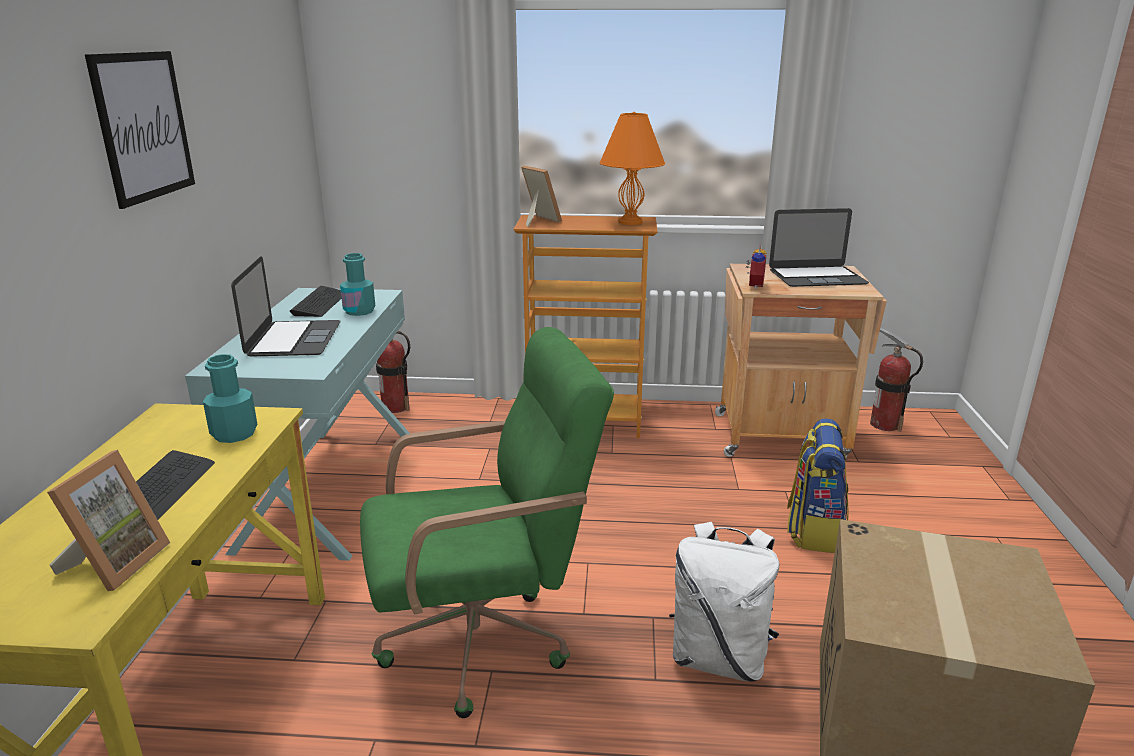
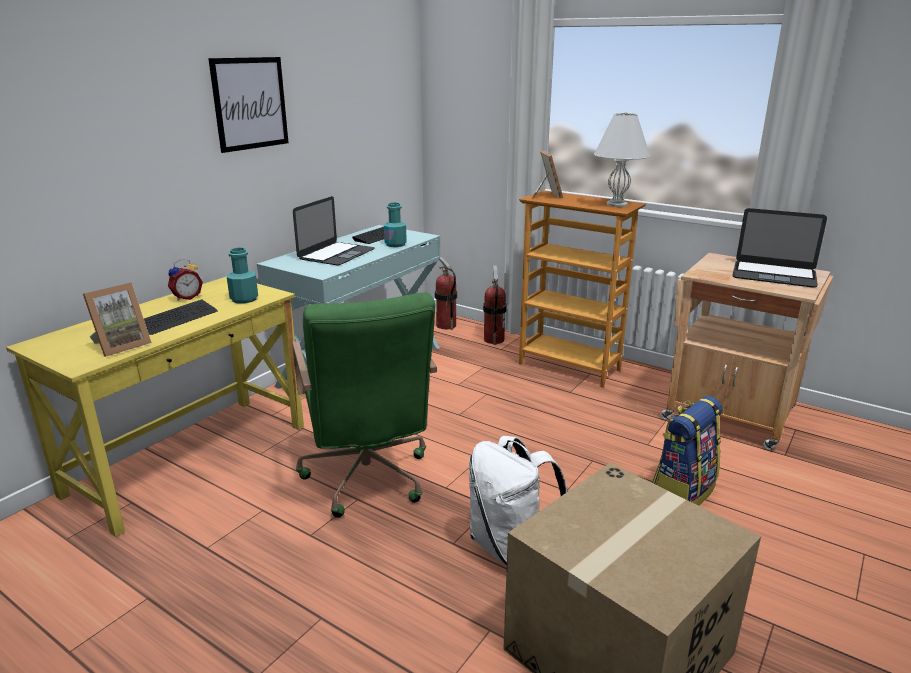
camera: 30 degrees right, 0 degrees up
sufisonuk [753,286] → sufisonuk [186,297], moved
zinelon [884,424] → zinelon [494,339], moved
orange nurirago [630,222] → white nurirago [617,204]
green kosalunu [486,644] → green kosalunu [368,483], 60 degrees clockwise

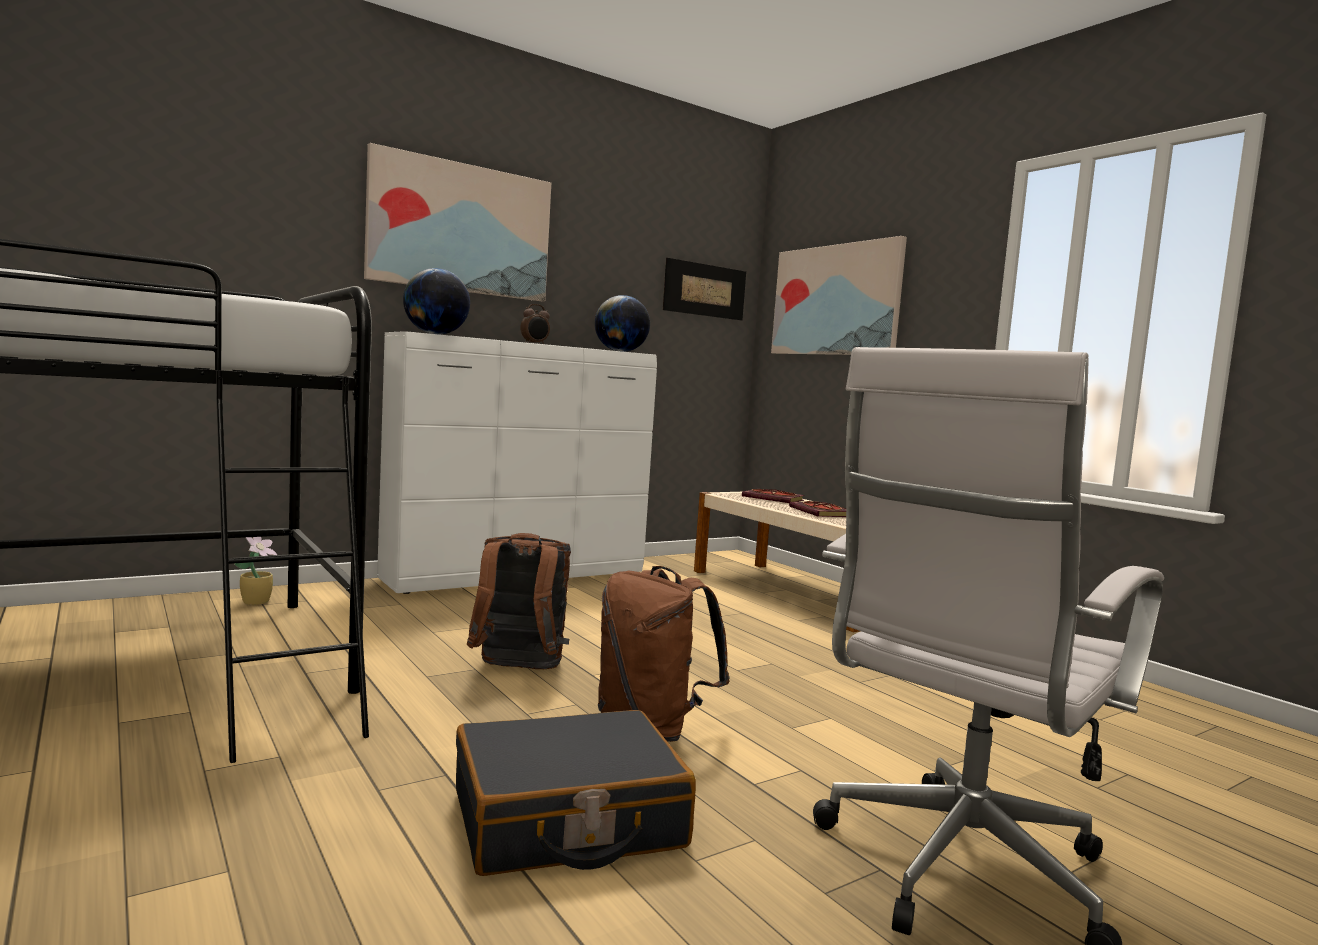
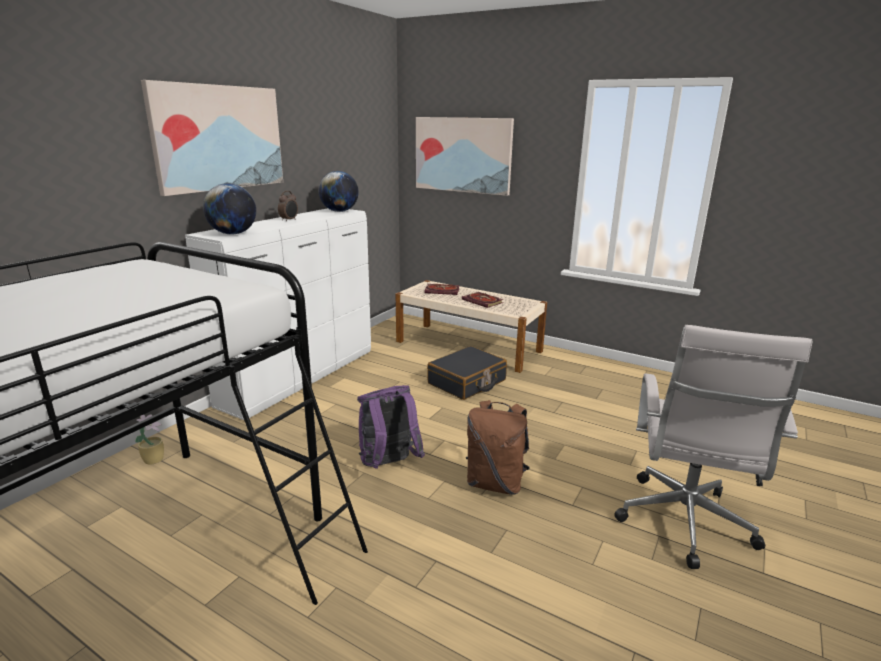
camera: 25 degrees left, 15 degrees up
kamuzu [704,290] → -
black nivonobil [567,820] → black nivonobil [467,382], moved
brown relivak [518,670] → purple relivak [388,465]

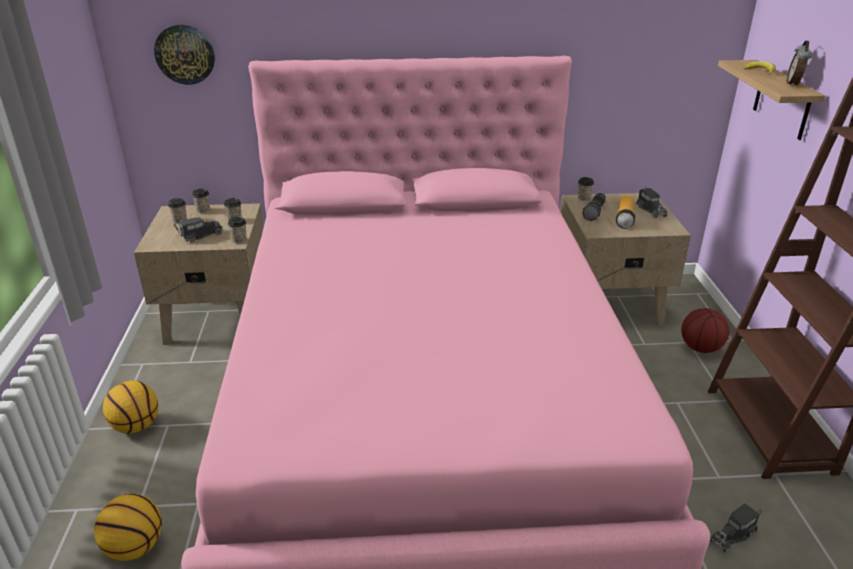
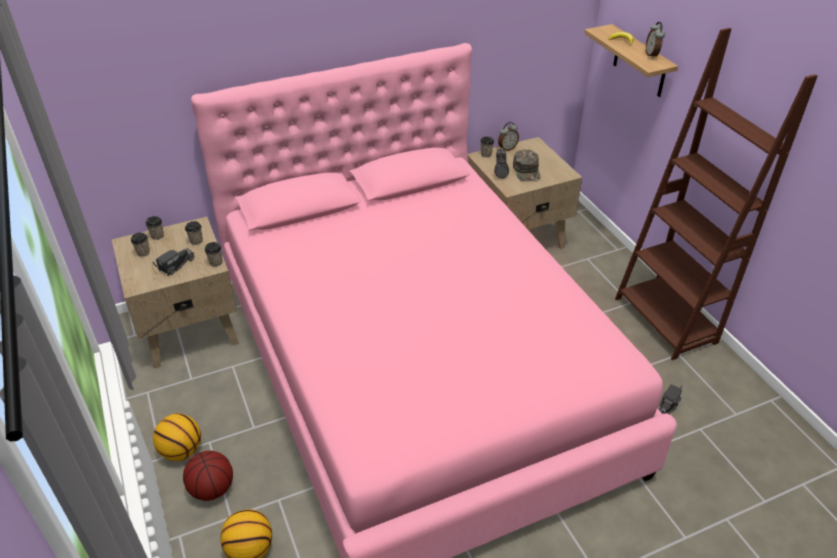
camera: 20 degrees left, 10 degrees up
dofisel [185,54] → -
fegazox [650,210] → -
- → sufisonuk [507,148]
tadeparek [700,348] → tadeparek [212,489], moved
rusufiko [624,219] → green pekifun [527,170]

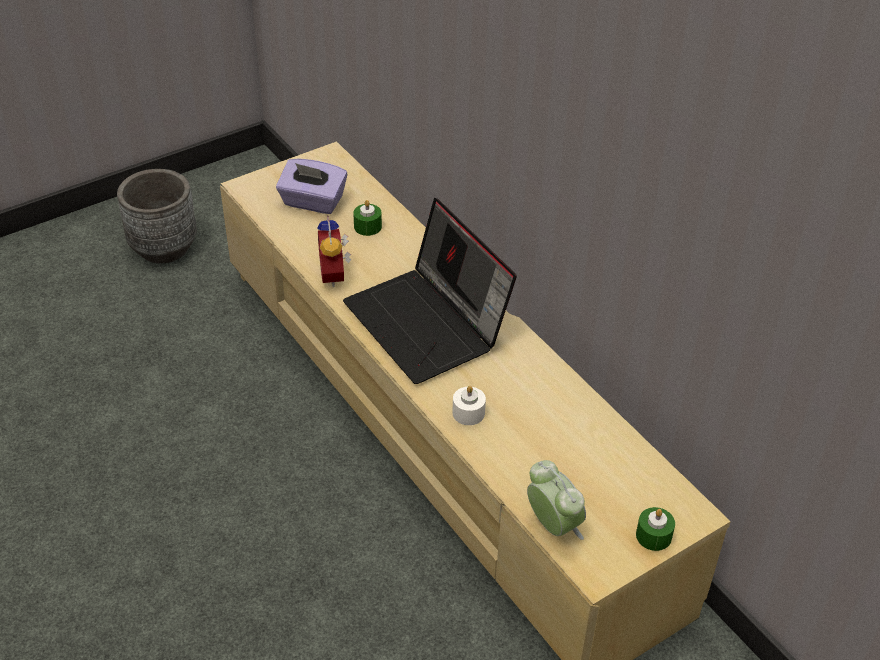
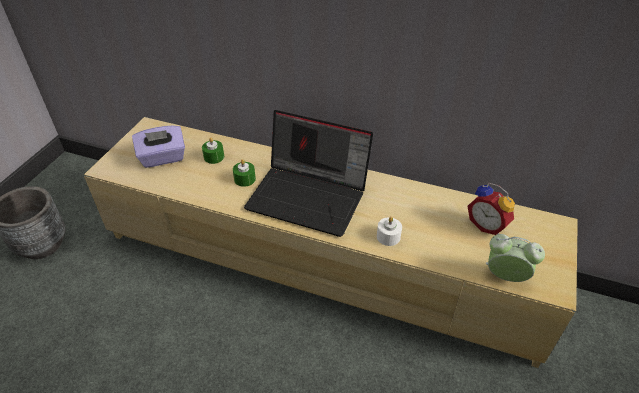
camera: 35 degrees left, 0 degrees up
sufisonuk [336,275] → sufisonuk [487,225], moved
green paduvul [653,536] → green paduvul [245,179], moved

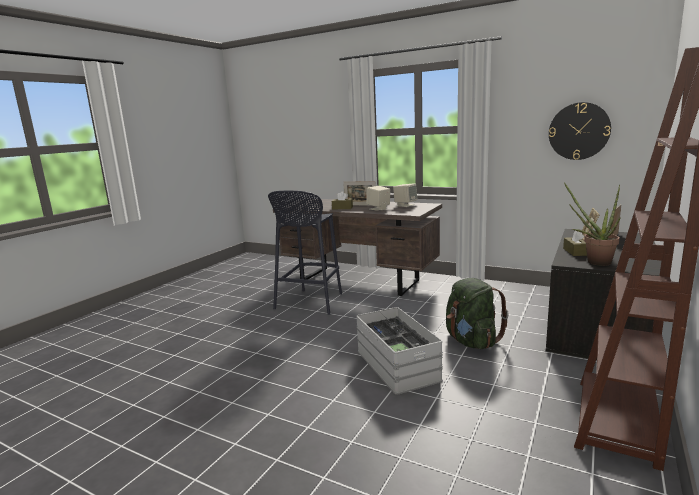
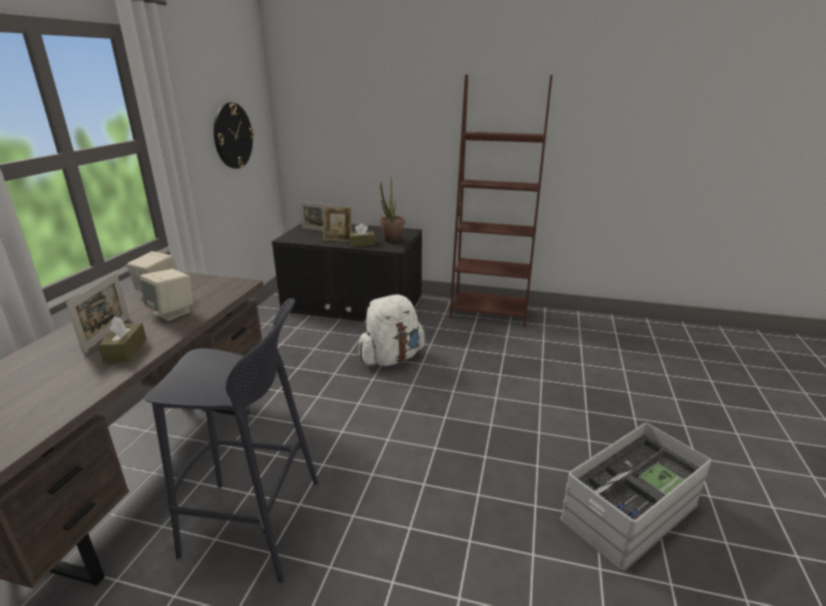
camera: 105 degrees left, 10 degrees up
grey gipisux [396,365] → grey gipisux [630,512], moved
green relivak [471,341] → white relivak [391,358]

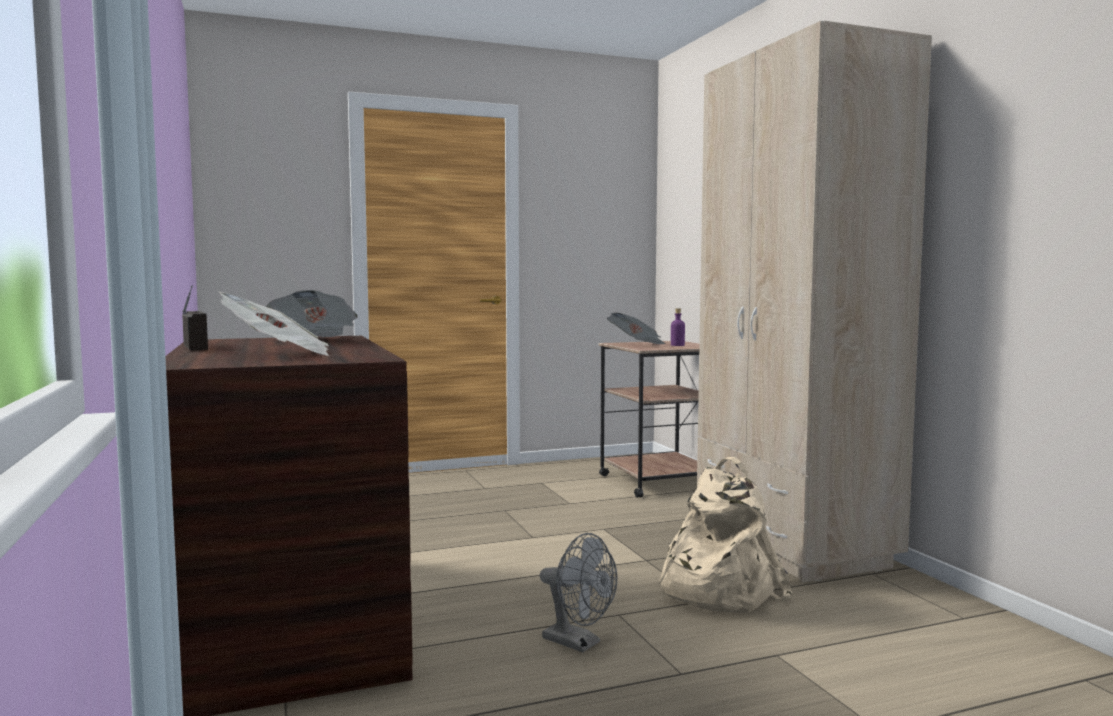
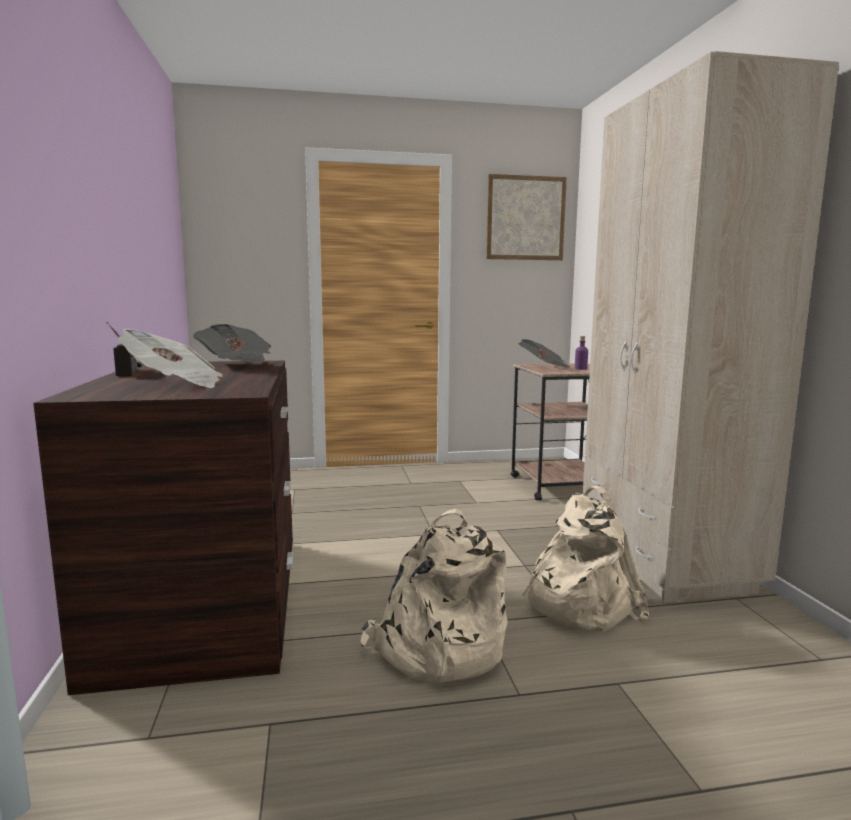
camera: 10 degrees right, 5 degrees up
- → kamuzu [525,217]
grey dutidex [579,643] → beige relivak [436,649]

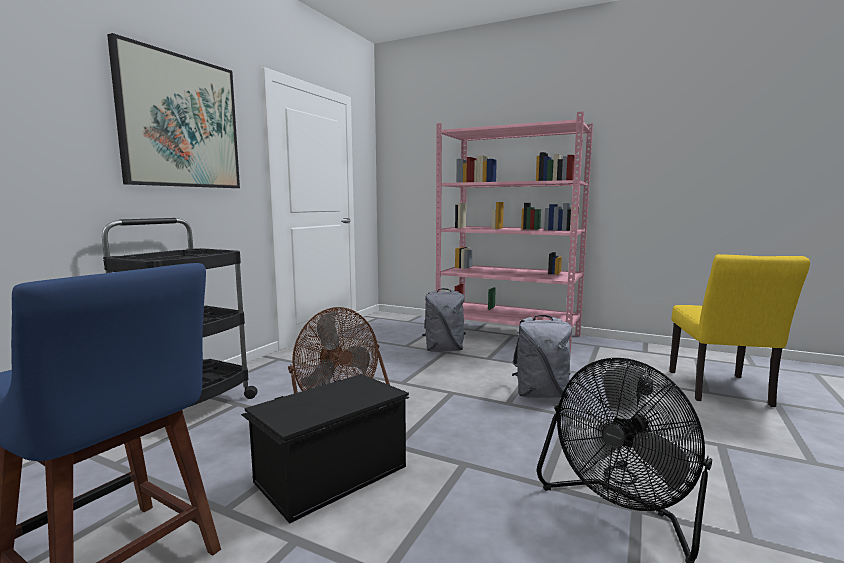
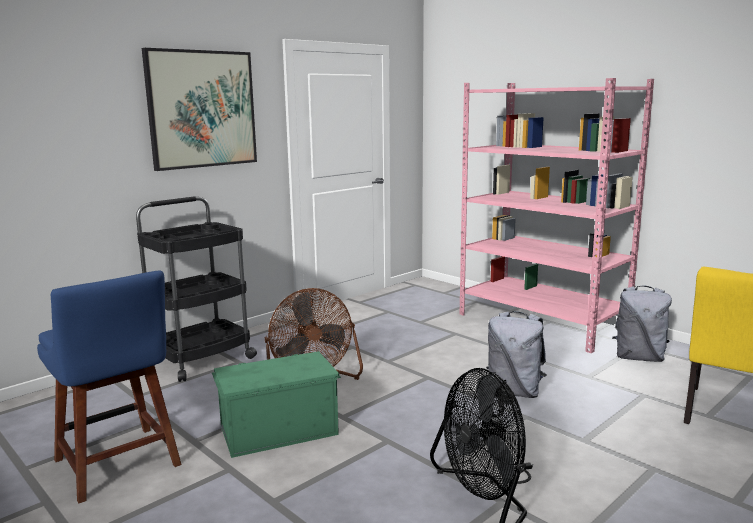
camera: 20 degrees right, 5 degrees up
grey relivak [444,349] → grey relivak [639,357], moved
black gipisux [329,473] → green gipisux [277,429]

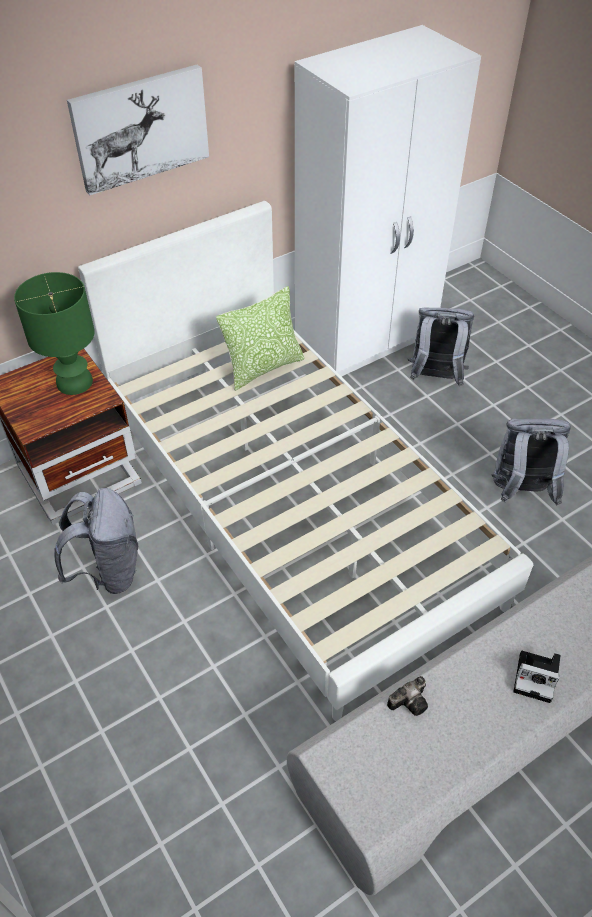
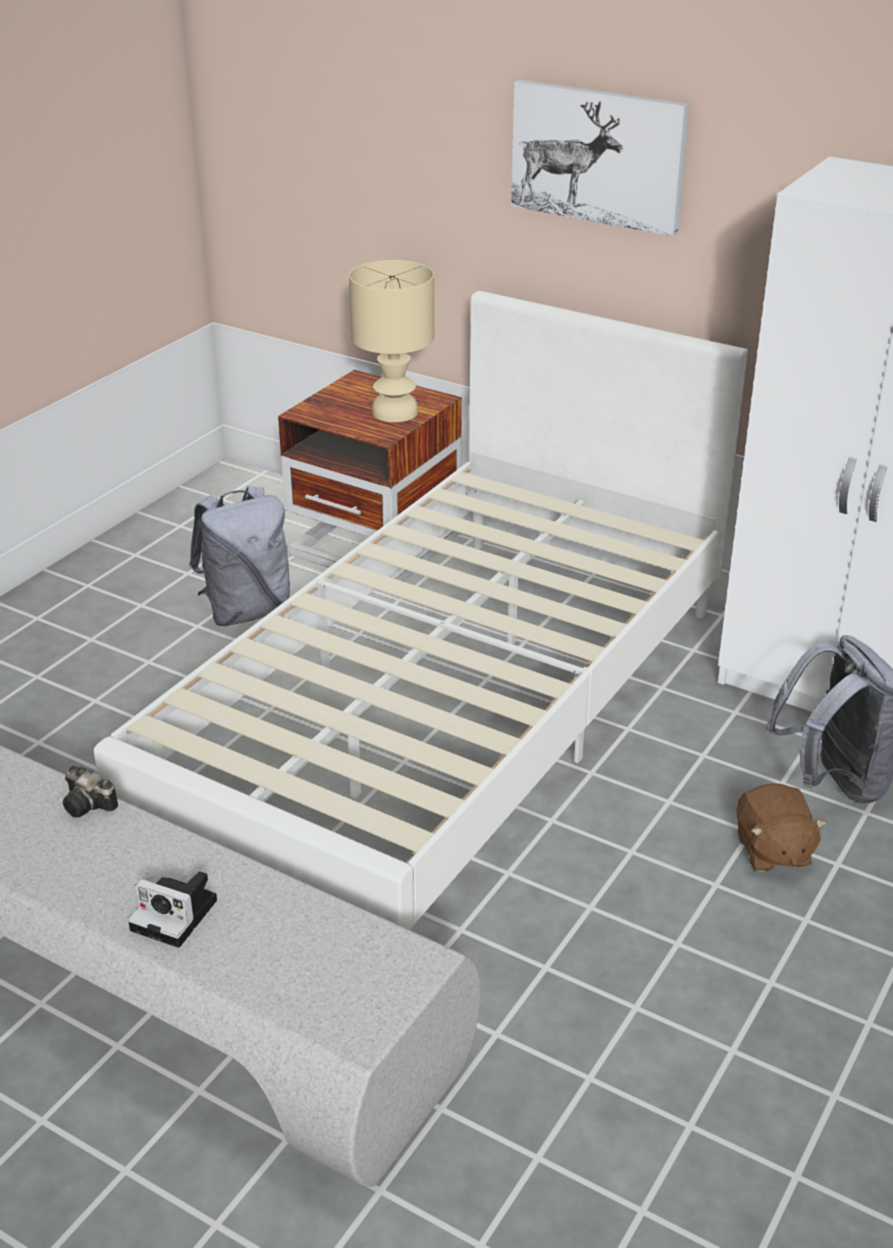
camera: 65 degrees right, 15 degrees down
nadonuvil [263,368] → -
grey relivak [520,491] → -
- → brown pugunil [772,851]
green nurirago [73,383] → beige nurirago [393,412]
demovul [537,677] → demovul [177,915], 60 degrees counterclockwise

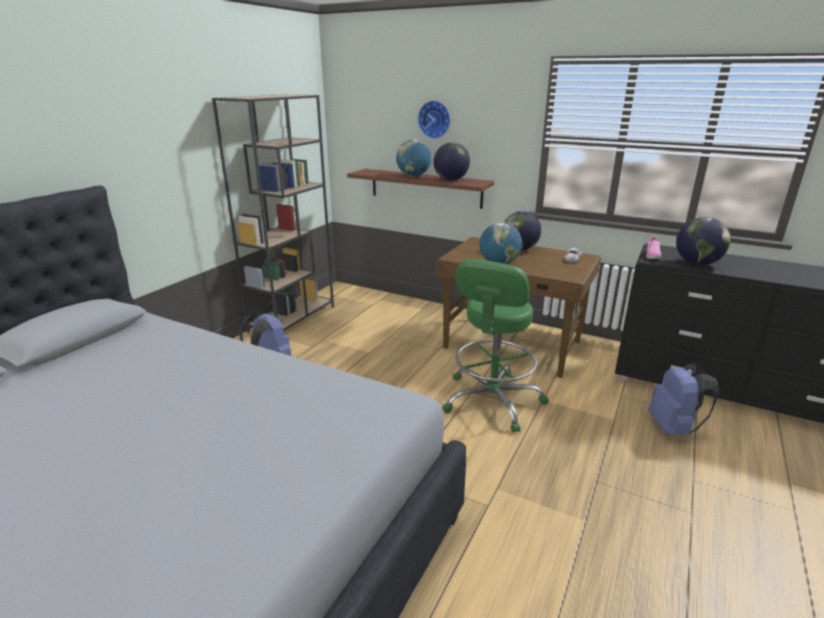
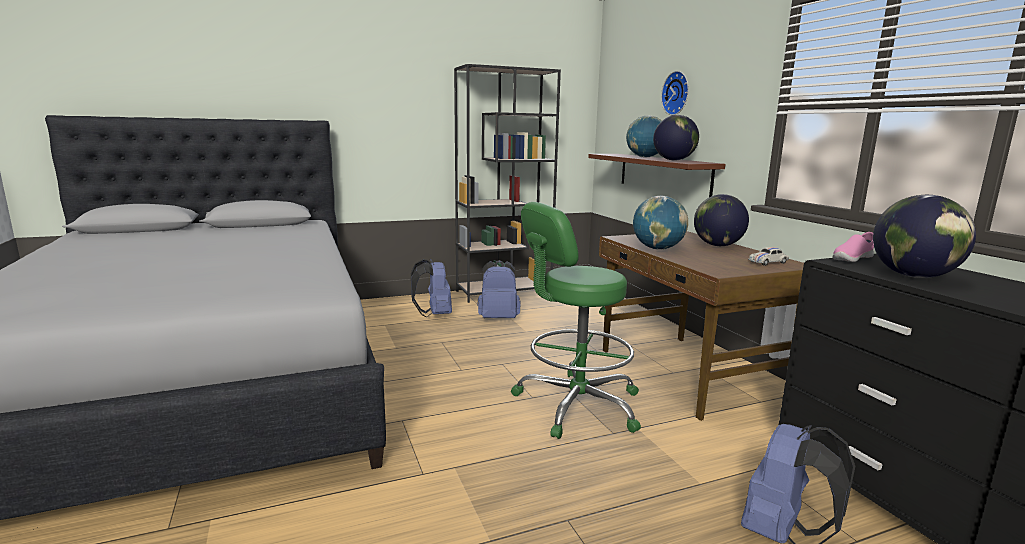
camera: 40 degrees right, 10 degrees down
- → blue relivak [498,318]

